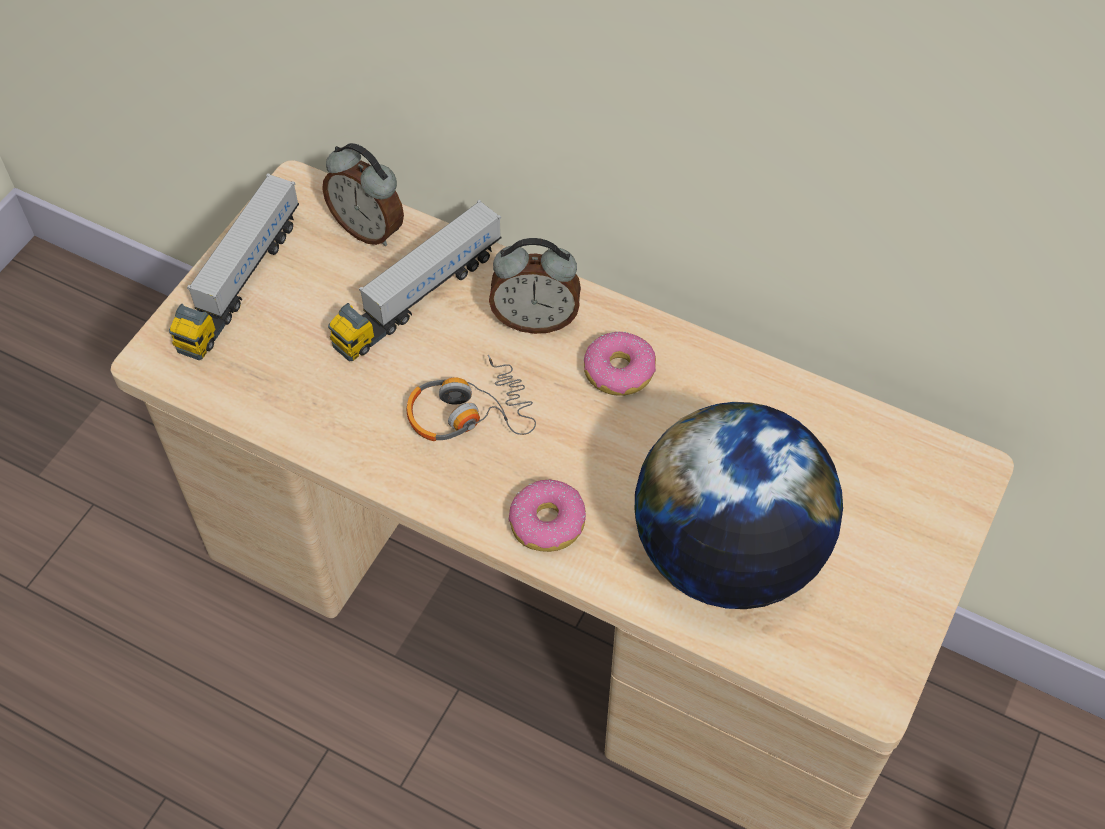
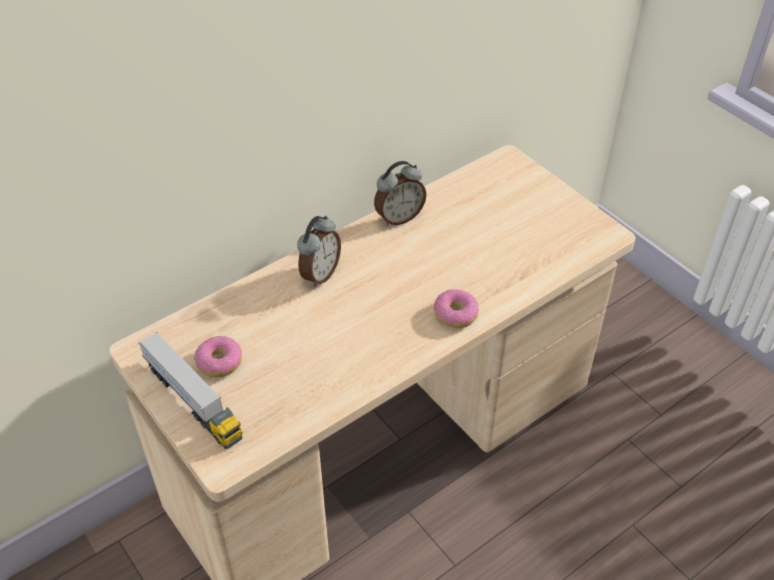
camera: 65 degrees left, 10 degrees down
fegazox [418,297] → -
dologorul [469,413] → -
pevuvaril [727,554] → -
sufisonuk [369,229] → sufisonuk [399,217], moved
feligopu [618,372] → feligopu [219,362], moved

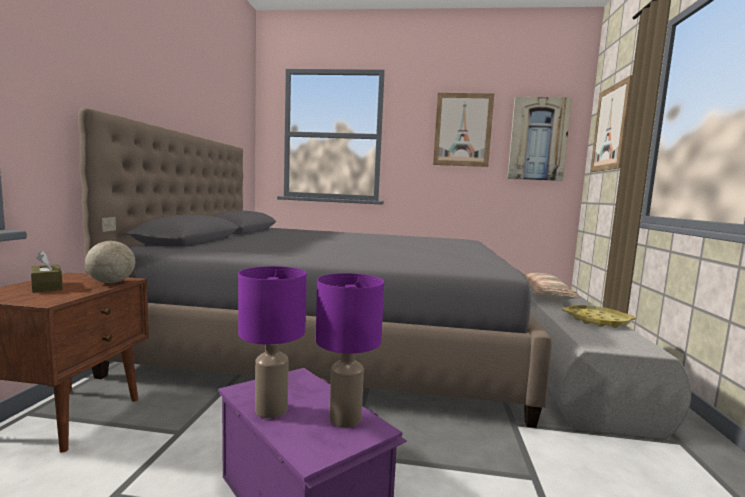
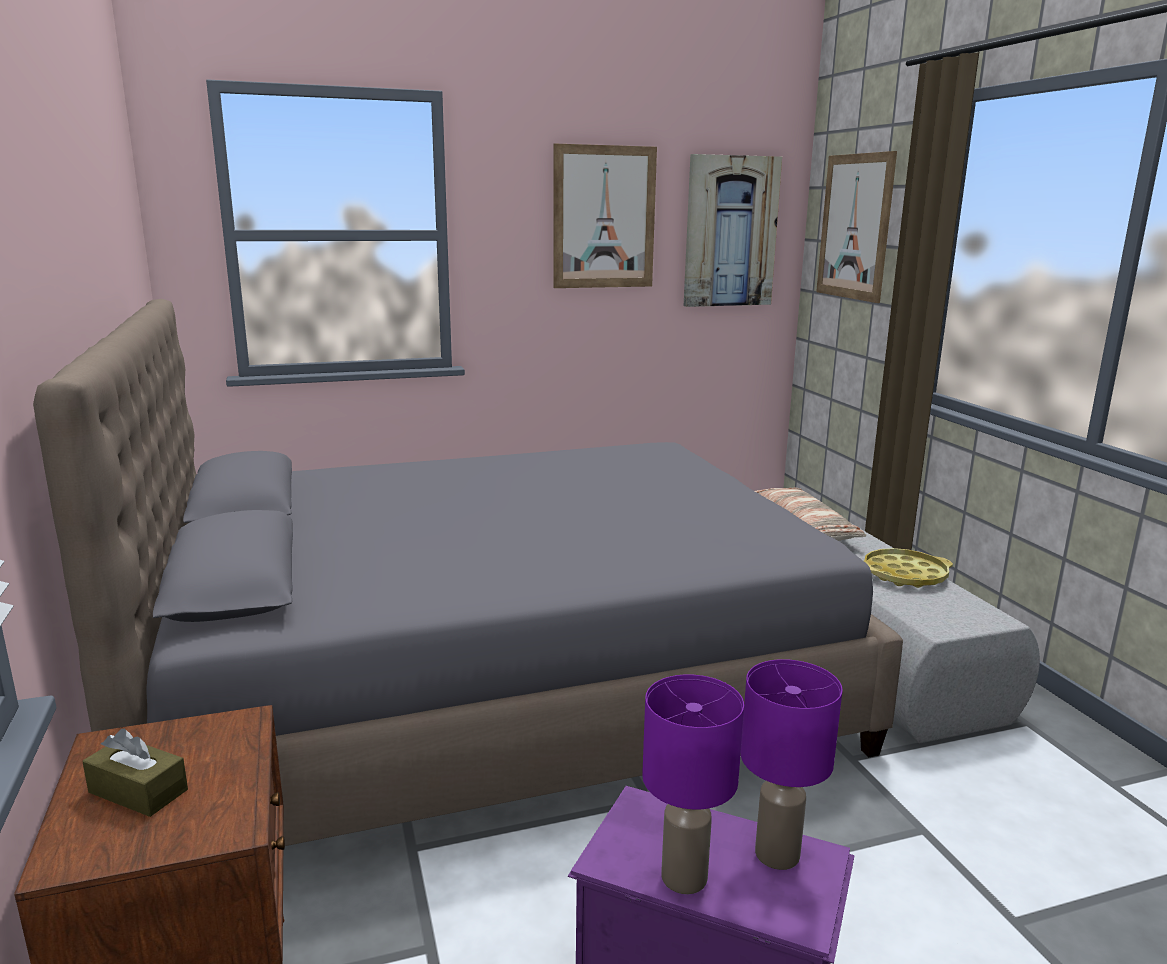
camera: 25 degrees left, 10 degrees up
pevuvaril [112,282] → -

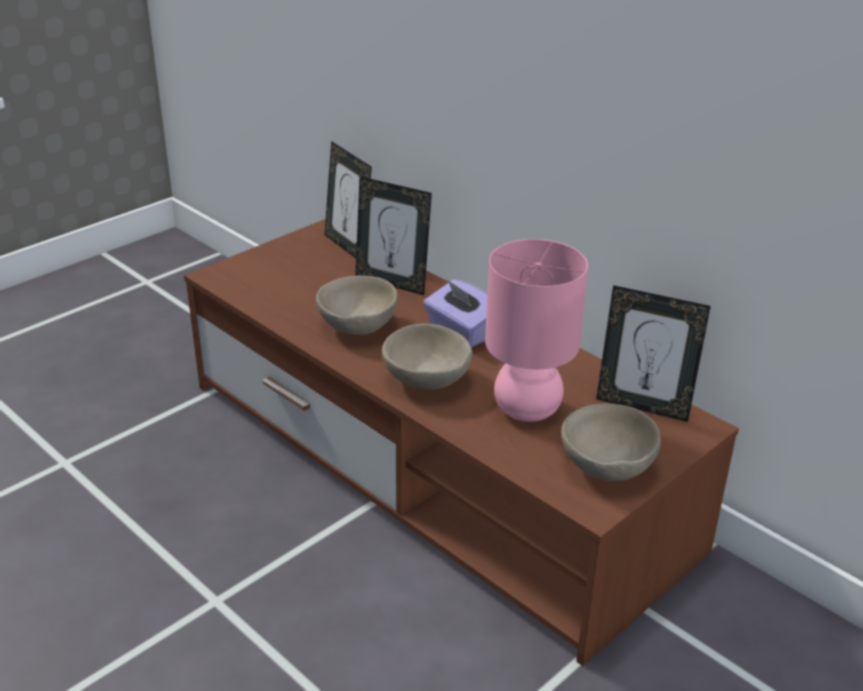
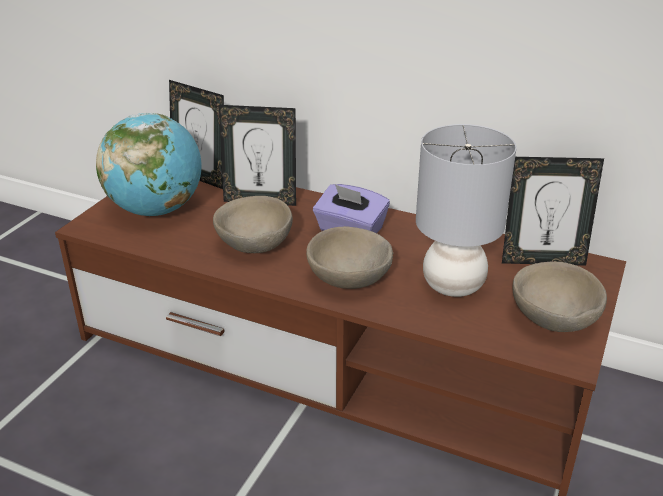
camera: 20 degrees left, 0 degrees up
- → pevuvaril [156,210]
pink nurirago [526,410] → grey nurirago [452,286]

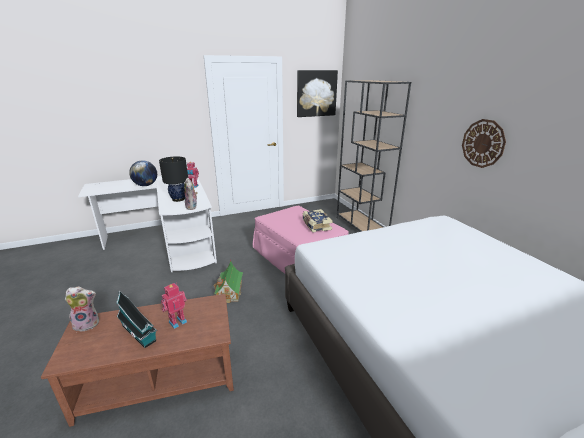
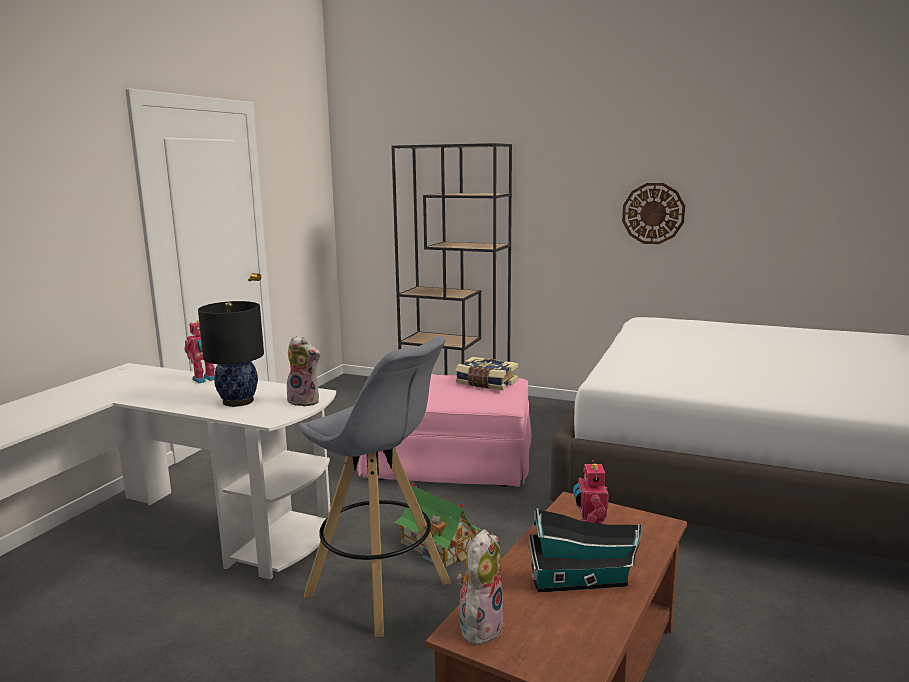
camera: 45 degrees left, 10 degrees down
pevuvaril [146,185] → -
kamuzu [316,93] → -
- → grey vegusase [380,591]

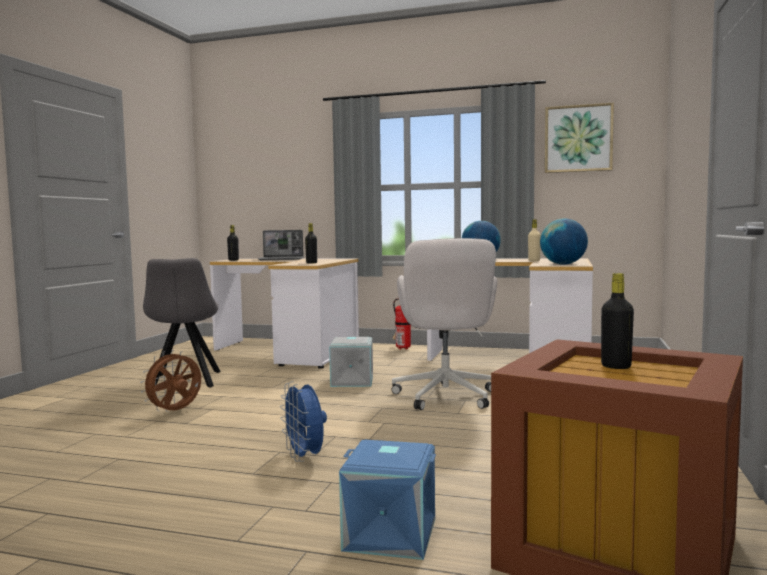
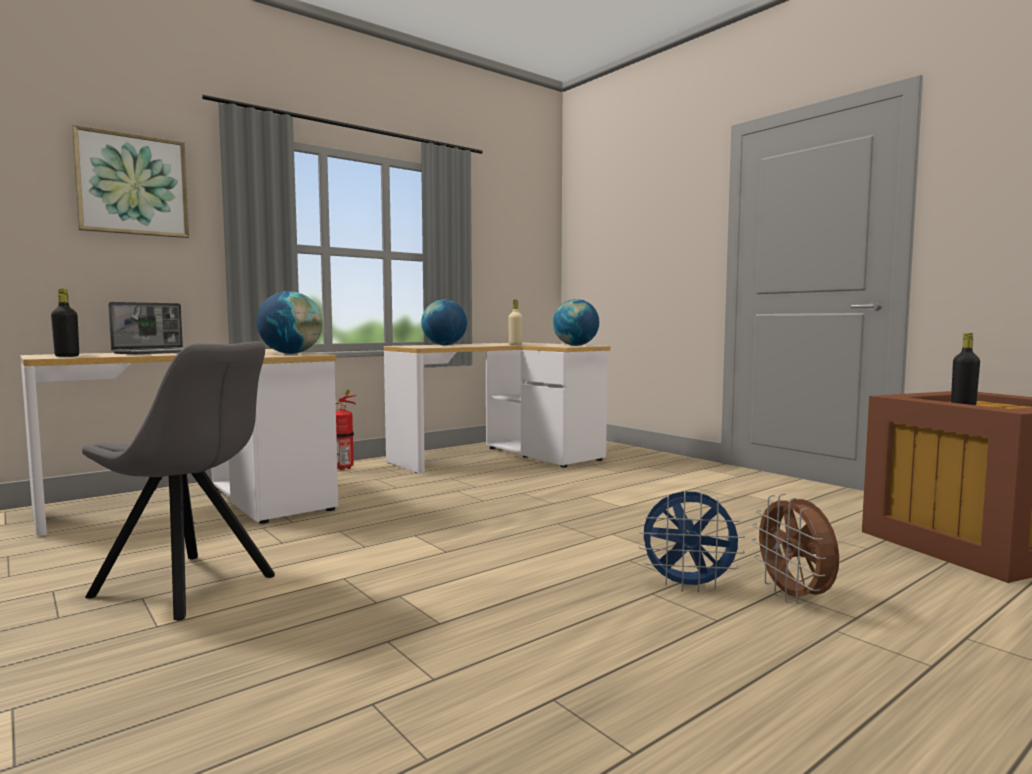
camera: 55 degrees left, 0 degrees up
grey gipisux [351,381] → -
blue gipisux [389,535] → -
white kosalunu [445,396] → -
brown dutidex [175,412] → brown dutidex [795,598], moved
kamuzu [578,139] → kamuzu [132,185], moved
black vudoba [311,263] → pevuvaril [291,353]

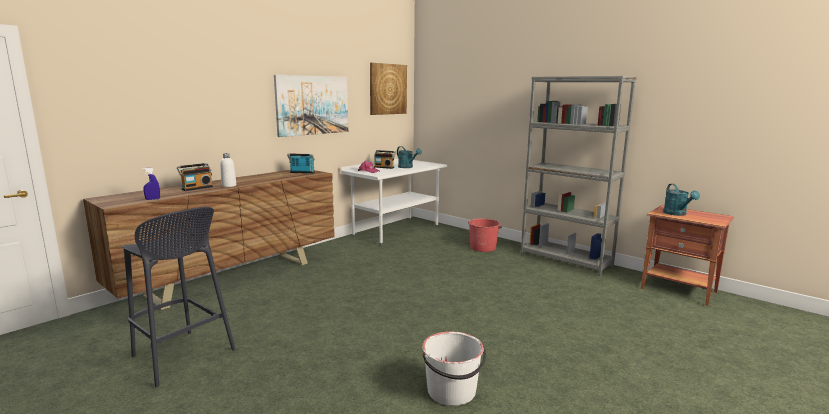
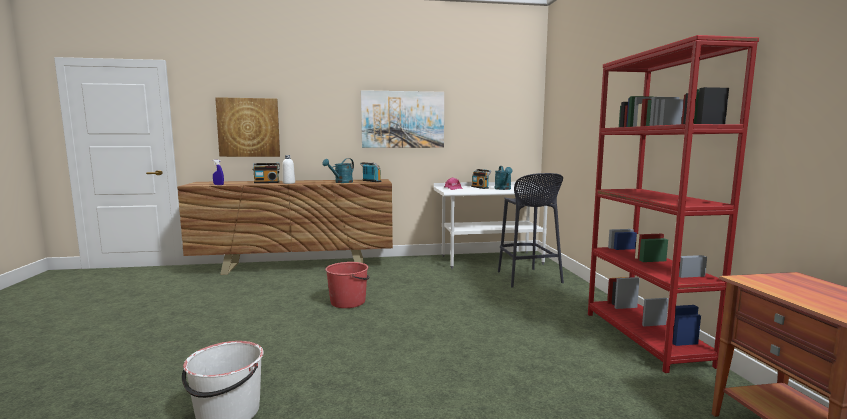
camera: 40 degrees right, 5 degrees down
grey vegusase [181,356] → grey vegusase [527,278], moved
kamuzu [387,89] → kamuzu [249,127], moved
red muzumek [483,247] → red muzumek [348,302], moved
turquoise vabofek [677,214] → turquoise vabofek [341,182], moved
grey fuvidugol [566,260] → red fuvidugol [645,338]

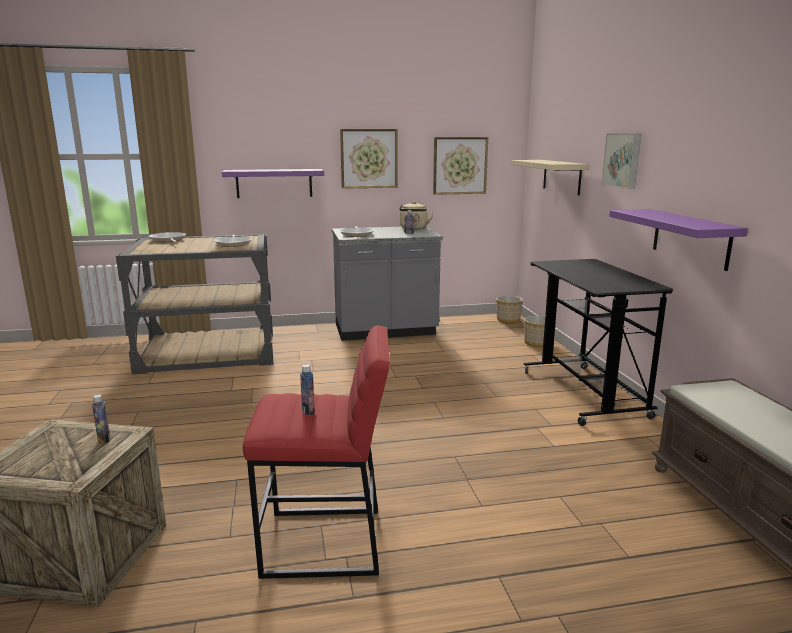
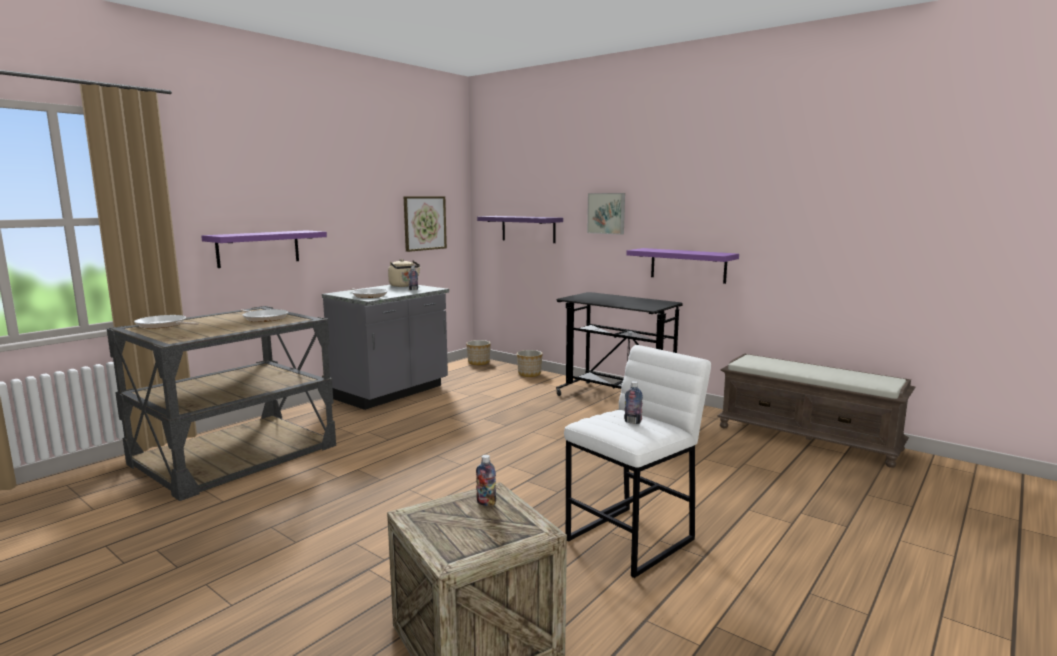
camera: 40 degrees left, 5 degrees down
kamuzu [369,158] → -
red vegusase [327,541] → white vegusase [632,538]
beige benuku [561,176] → purple benuku [528,229]

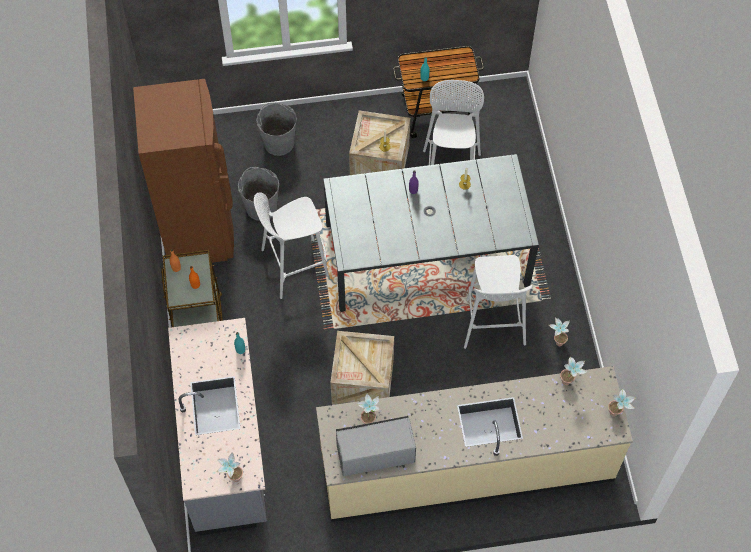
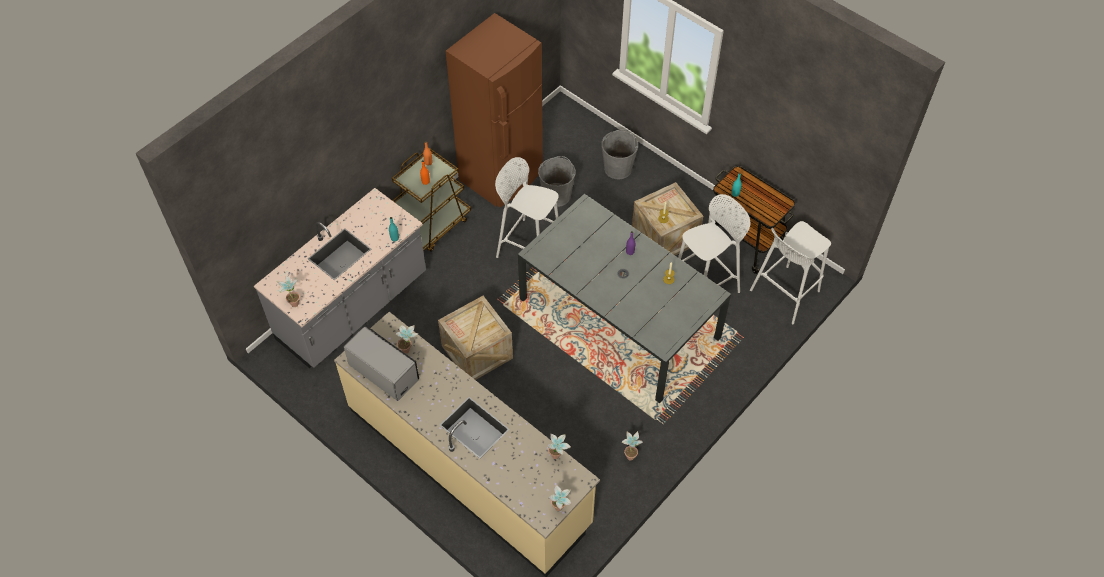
camera: 50 degrees right, 5 degrees down
white vegusase [492,324] → white vegusase [785,294], moved

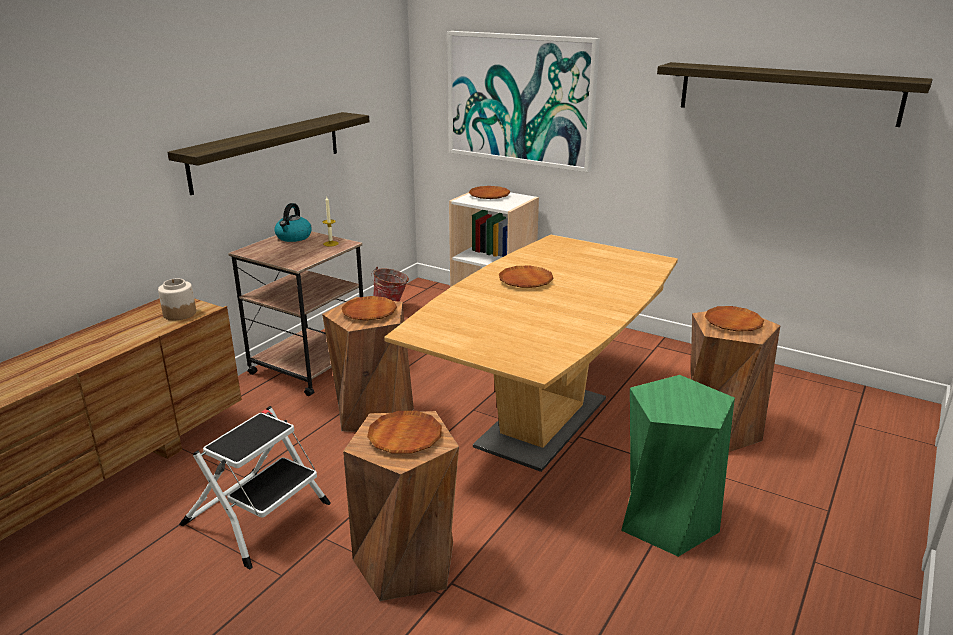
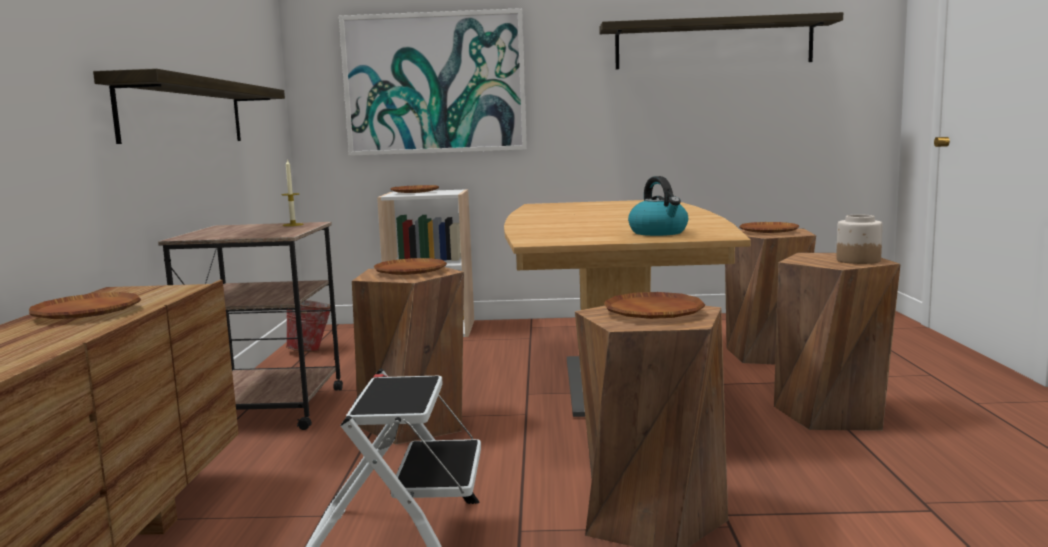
camera: 30 degrees left, 15 degrees down
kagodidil [179,313] → kagodidil [857,260], moved
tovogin [293,237] → tovogin [659,232], moved
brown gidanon [525,281] → brown gidanon [87,313], moved
green vegusase [666,520] → brown vegusase [832,413]

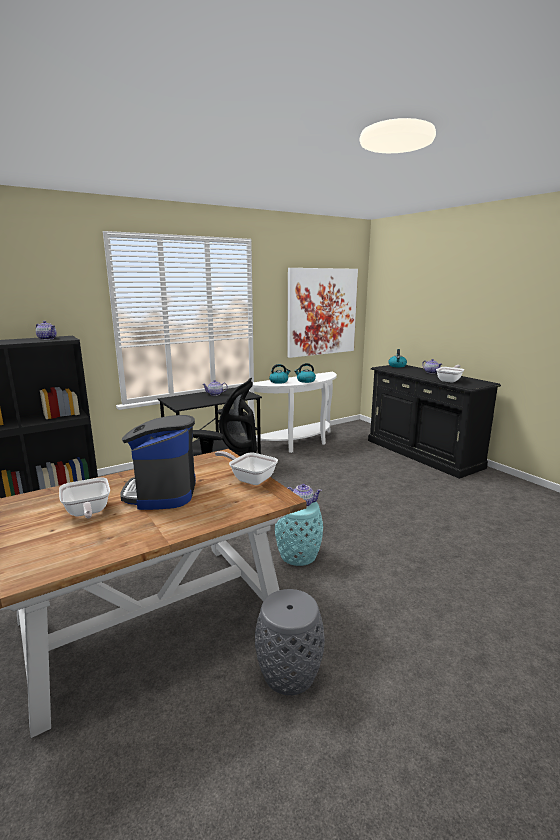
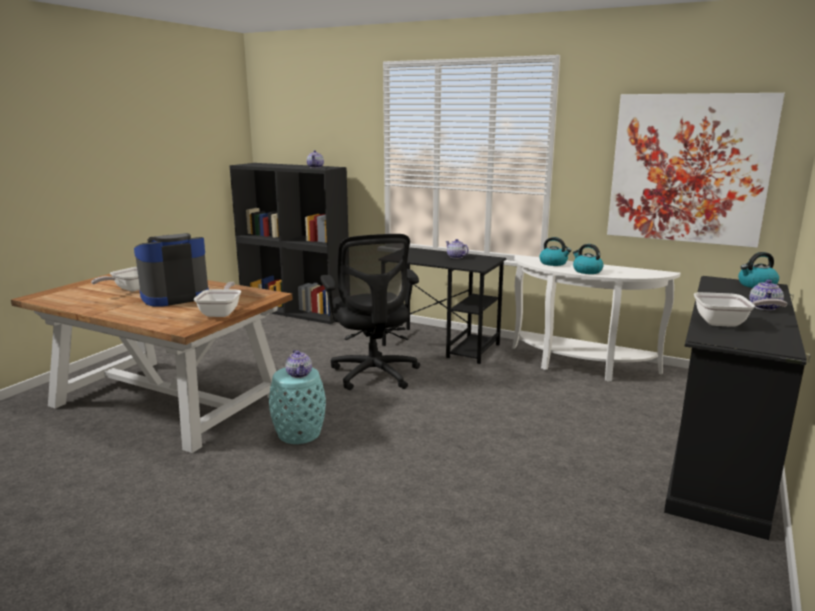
camera: 60 degrees right, 0 degrees up
grey vegusase [289,673] → -

